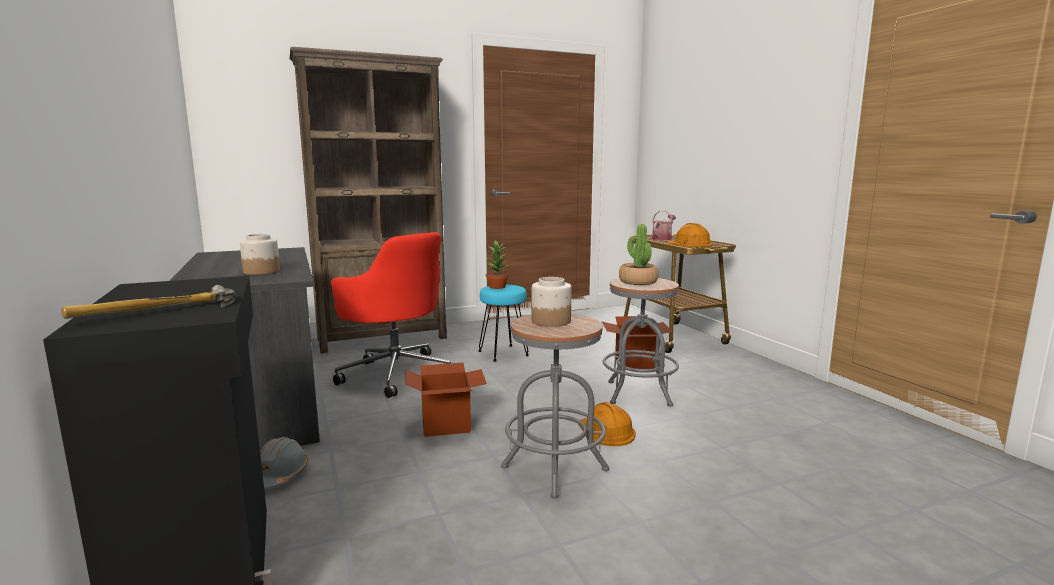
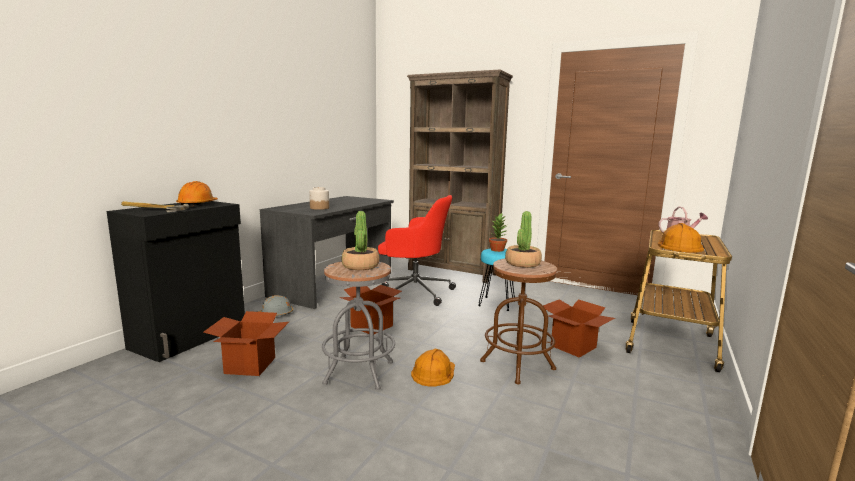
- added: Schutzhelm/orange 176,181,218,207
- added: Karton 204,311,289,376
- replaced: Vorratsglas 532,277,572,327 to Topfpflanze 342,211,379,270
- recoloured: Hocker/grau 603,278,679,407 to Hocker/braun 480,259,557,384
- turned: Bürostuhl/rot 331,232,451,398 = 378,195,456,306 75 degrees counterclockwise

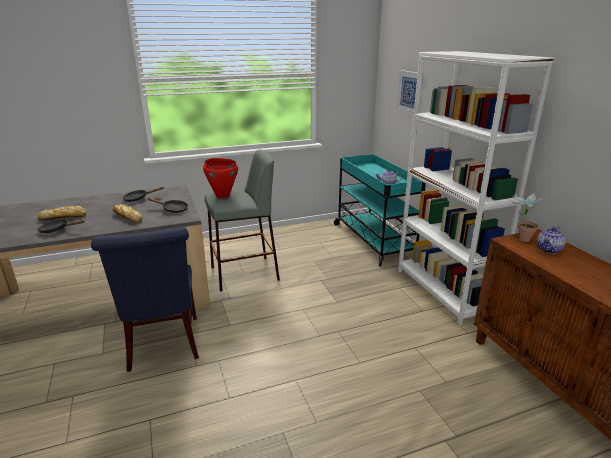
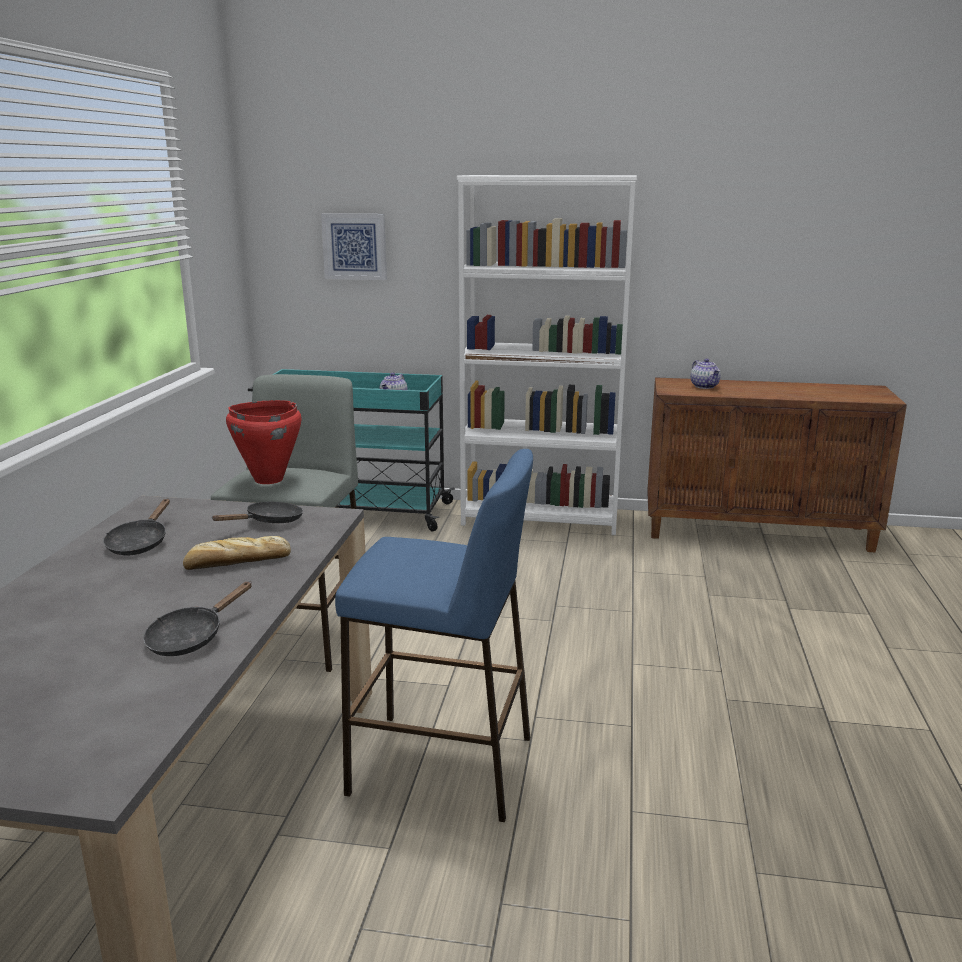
- removed: Brot 38,206,86,220
- removed: Topfpflanze 512,193,545,242
- replaced: Stuhl/blau 91,226,199,372 to Hocker/blau 335,449,533,822

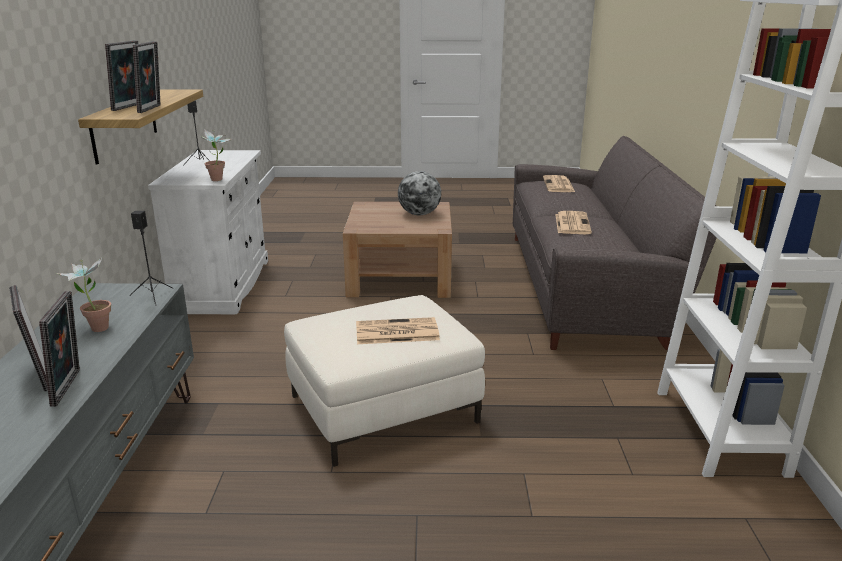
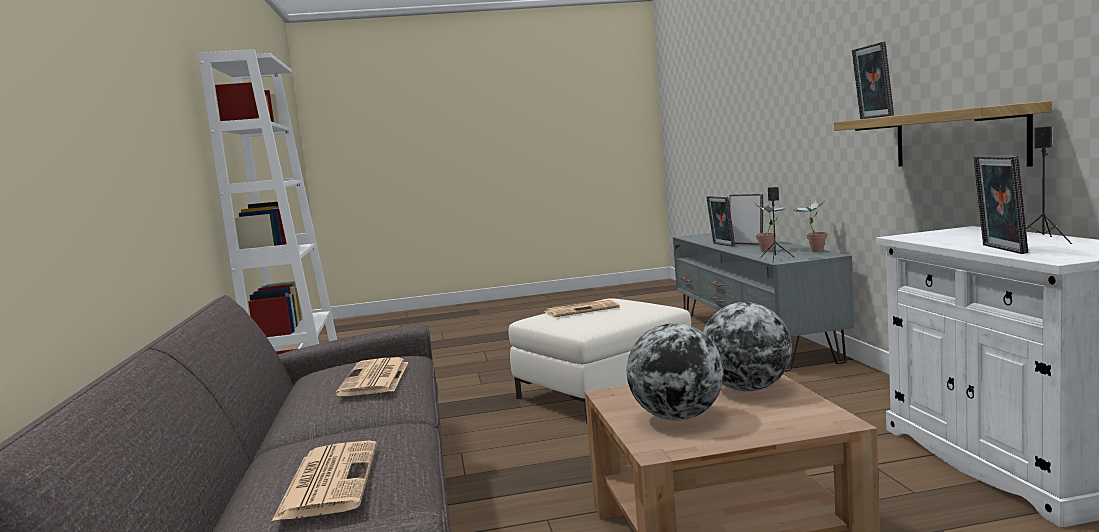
- added: Globus 703,302,792,391
- moved: Bilderrahmen 105,40,138,111 to 973,156,1028,254
- moved: Topfpflanze 199,129,231,181 to 794,199,828,252

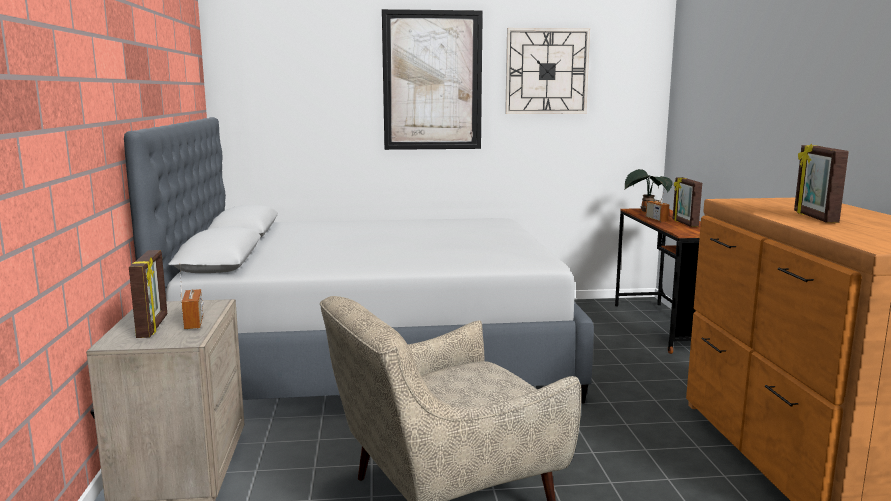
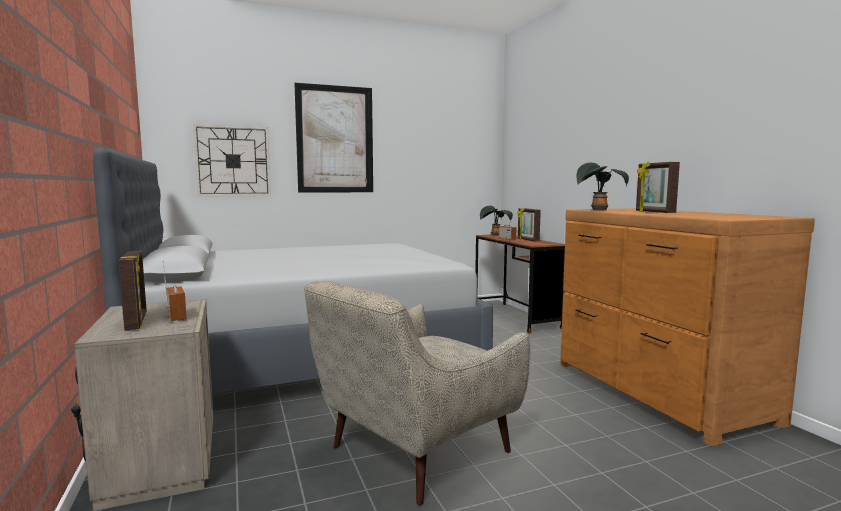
- added: Topfpflanze 576,163,629,211
- moved: Wanduhr 505,28,590,114 to 193,124,271,197

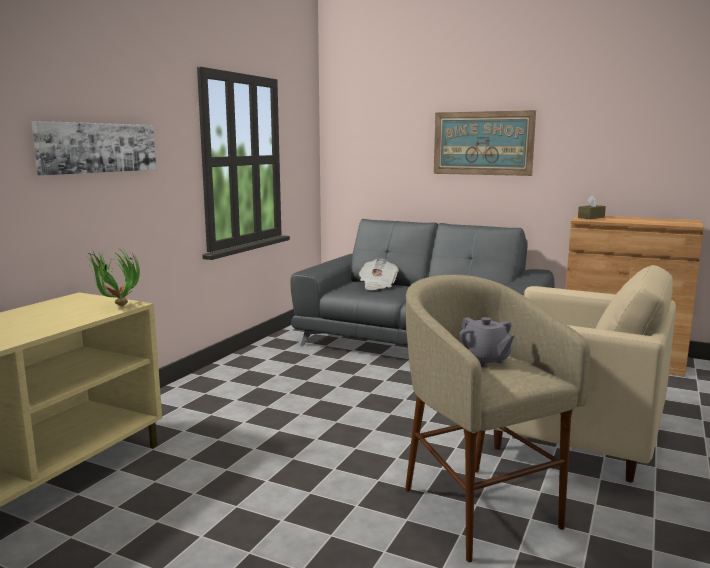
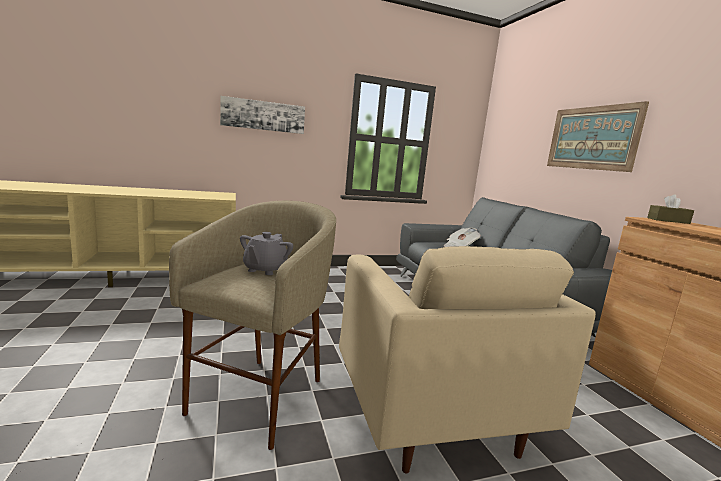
- removed: Topfpflanze 87,248,140,306

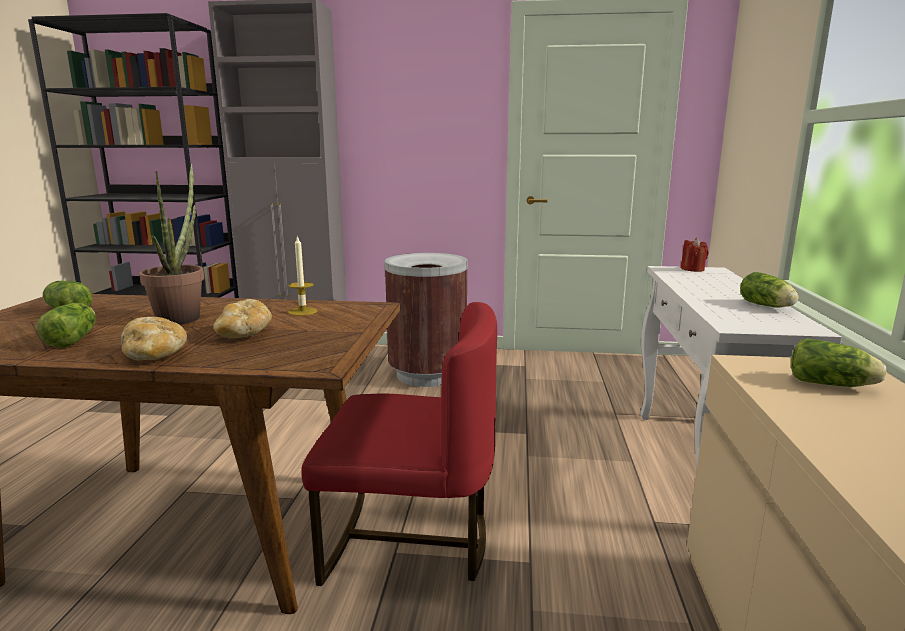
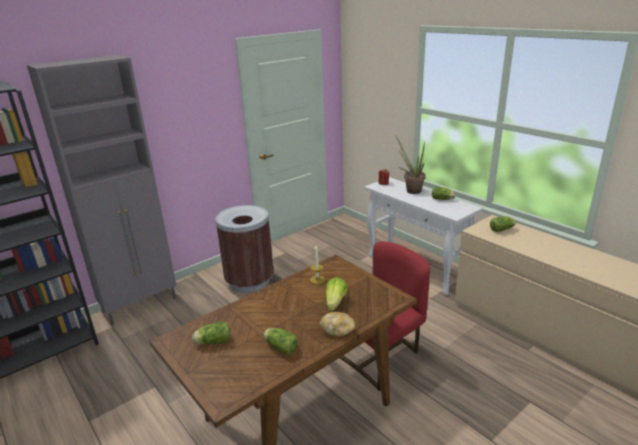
- moved: Topfpflanze 139,164,204,325 to 395,135,426,194
- replaced: Brot 213,299,272,338 to Salatkopf 326,277,348,311

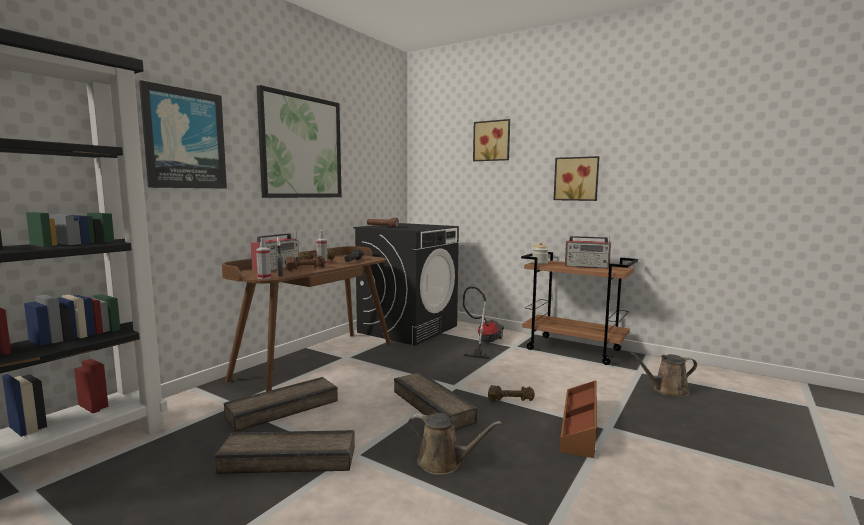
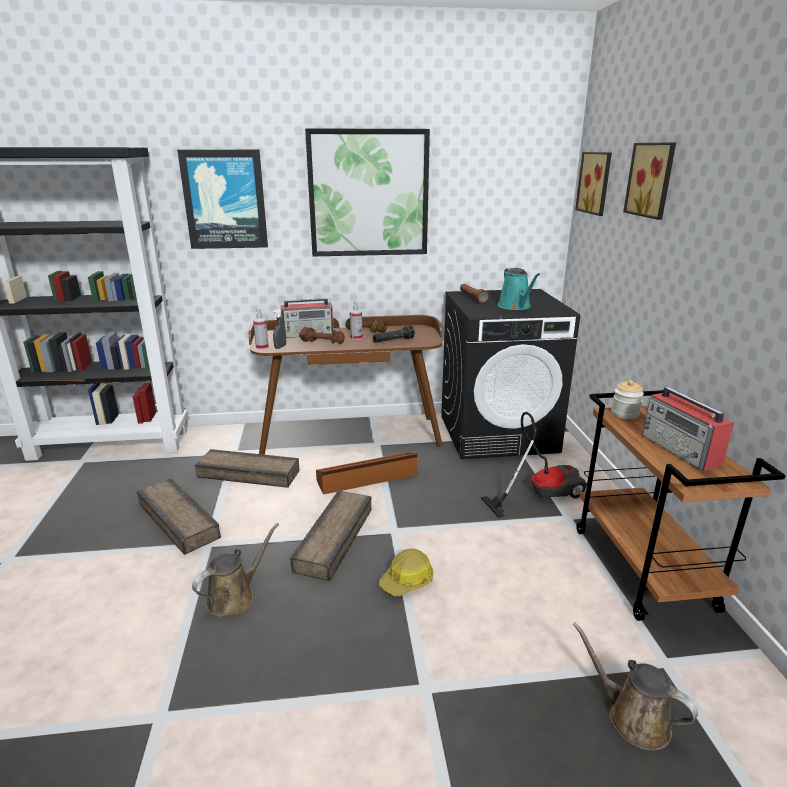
- added: Gießkanne/türkis 498,268,540,310
- moved: Bild 554,156,599,201 to 575,152,612,216
- moved: Aufbewahrungsbox/braun 560,380,597,458 to 316,452,417,495
- replaced: Hantel/braun 488,385,535,401 to Schutzhelm 379,548,433,596
- turned: Gießkanne/braun 408,413,502,475 = 192,523,279,617 120 degrees counterclockwise

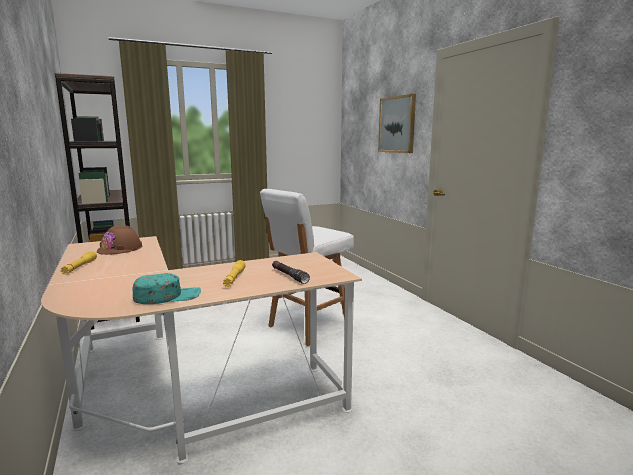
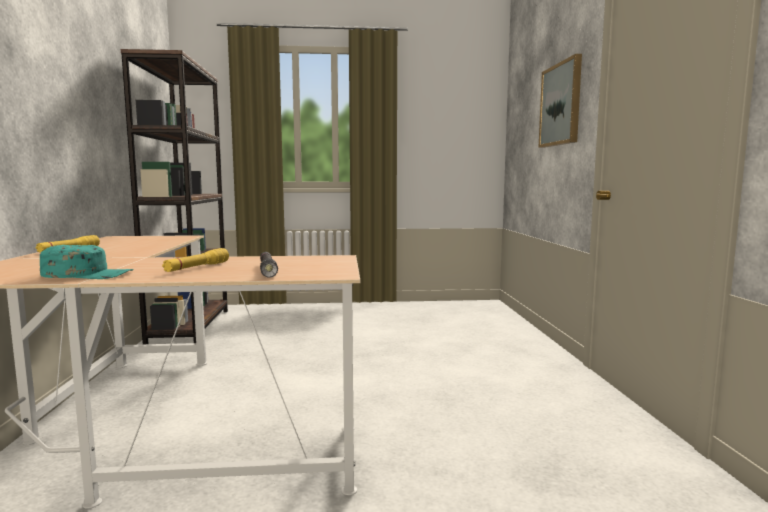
- removed: Schutzhelm/braun 97,225,142,255
- removed: Hocker/weiß 260,189,354,346

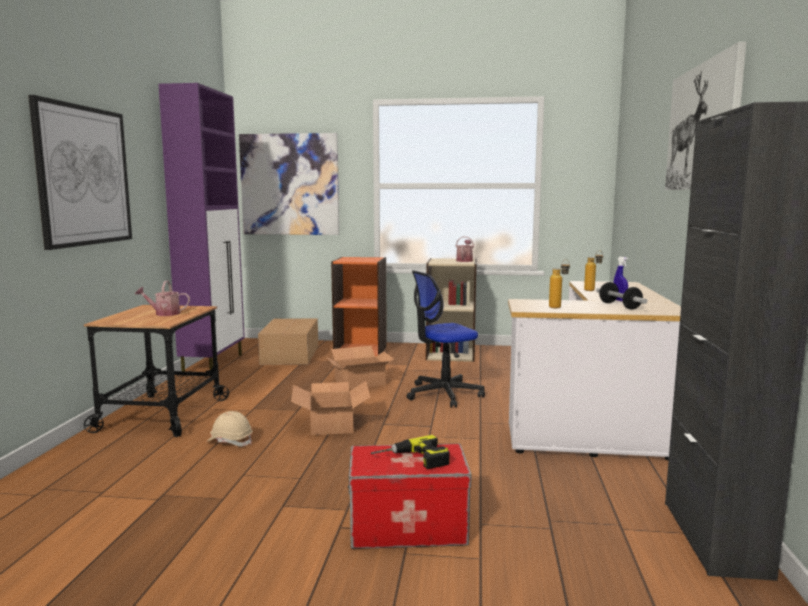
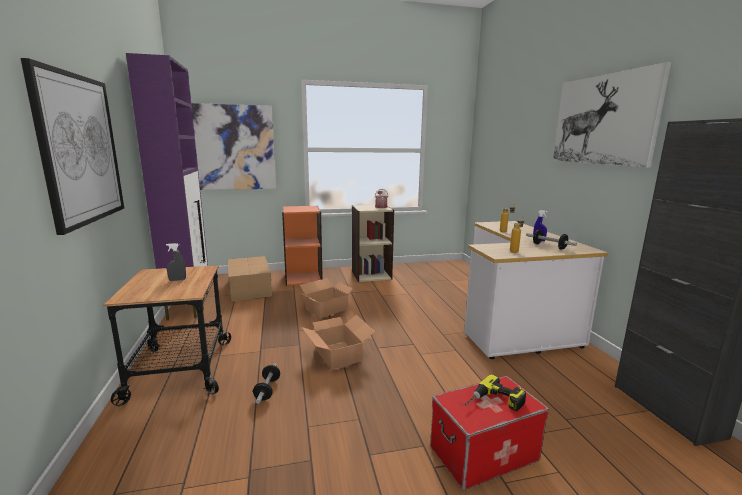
- removed: Bürostuhl 407,270,485,408
- replaced: Gießkanne 135,280,190,316 to Sprühflasche/grau 166,243,186,281
- replaced: Schutzhelm/beige 206,411,253,447 to Hantel 253,364,280,404

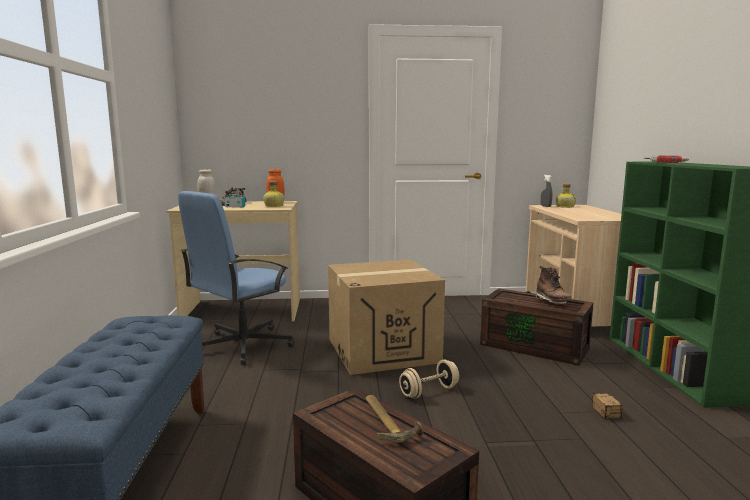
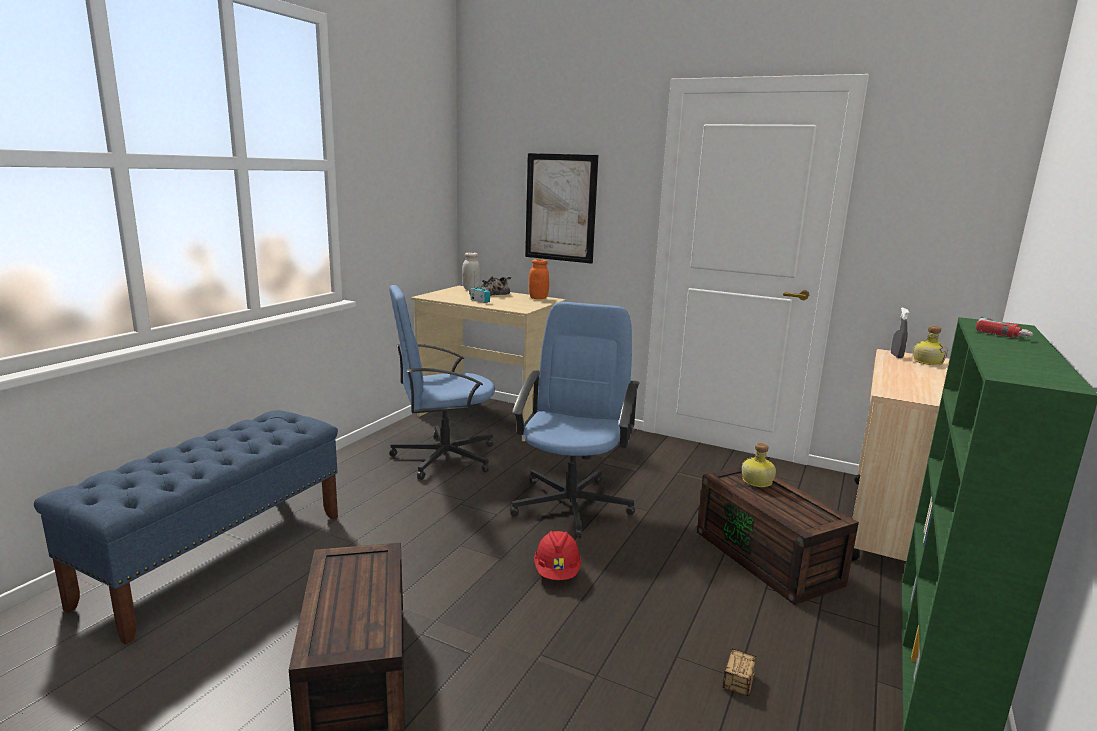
- removed: Hammer 365,395,423,443
- removed: Stiefel/braun 535,266,572,304
- added: Bild 525,153,599,264
- moved: Flasche 263,181,284,207 to 742,443,776,487
- replaced: Karton 328,259,445,375 to Bürostuhl/blau 511,302,640,538
- replaced: Hantel/beige 399,359,459,399 to Schutzhelm/rot 534,531,581,580

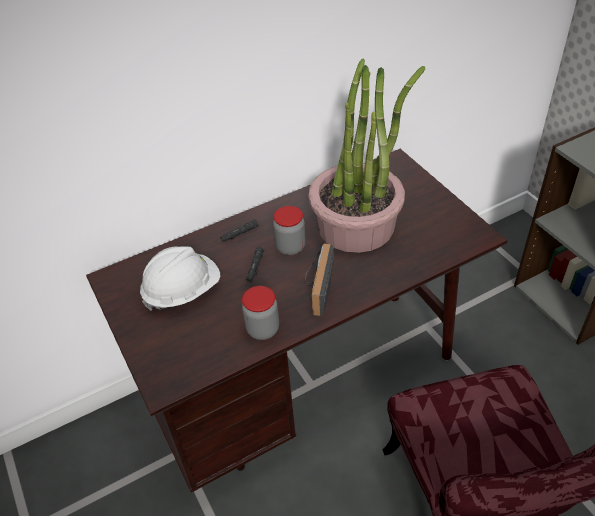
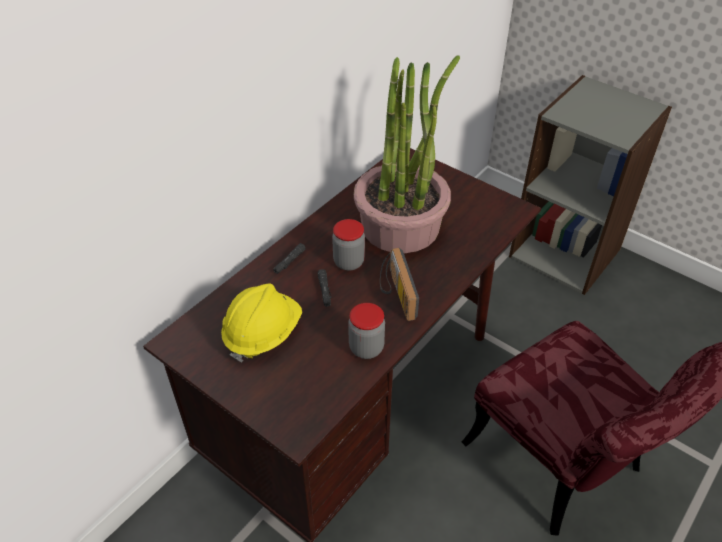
- recoloured: Schutzhelm/weiß 140,246,220,311 to Schutzhelm/gelb 221,283,302,363

